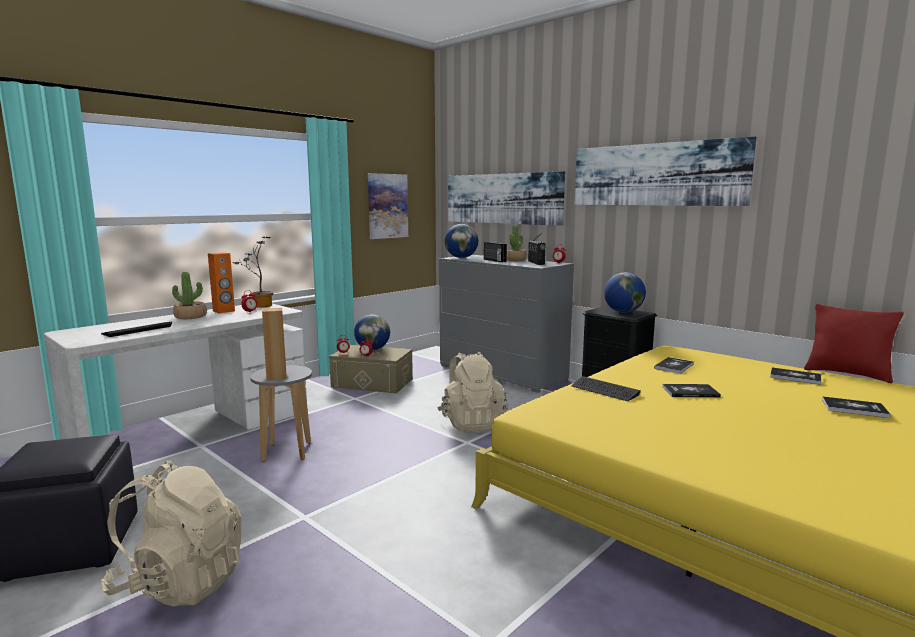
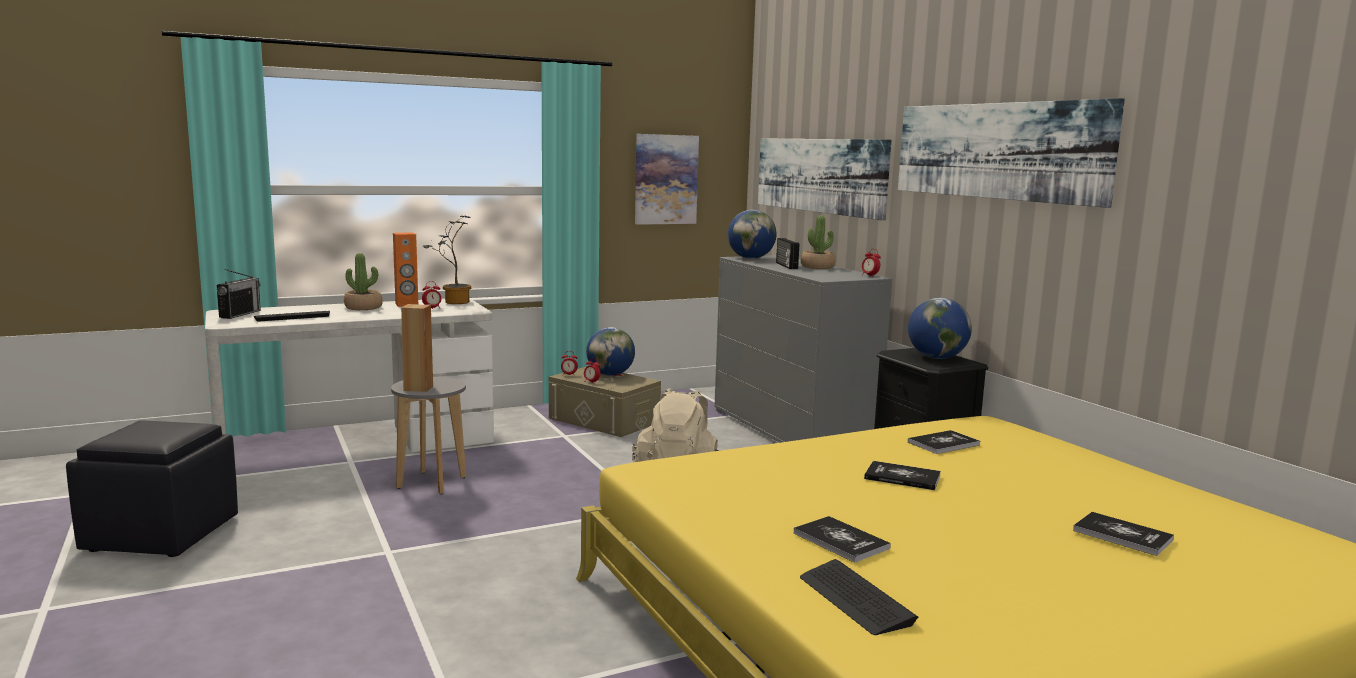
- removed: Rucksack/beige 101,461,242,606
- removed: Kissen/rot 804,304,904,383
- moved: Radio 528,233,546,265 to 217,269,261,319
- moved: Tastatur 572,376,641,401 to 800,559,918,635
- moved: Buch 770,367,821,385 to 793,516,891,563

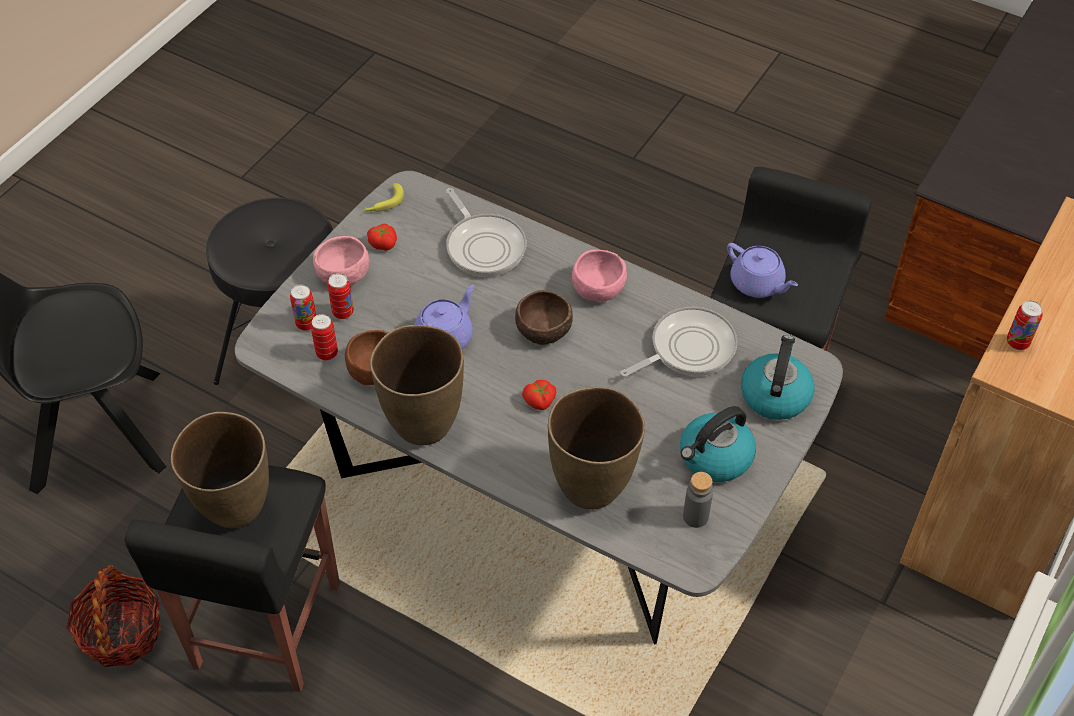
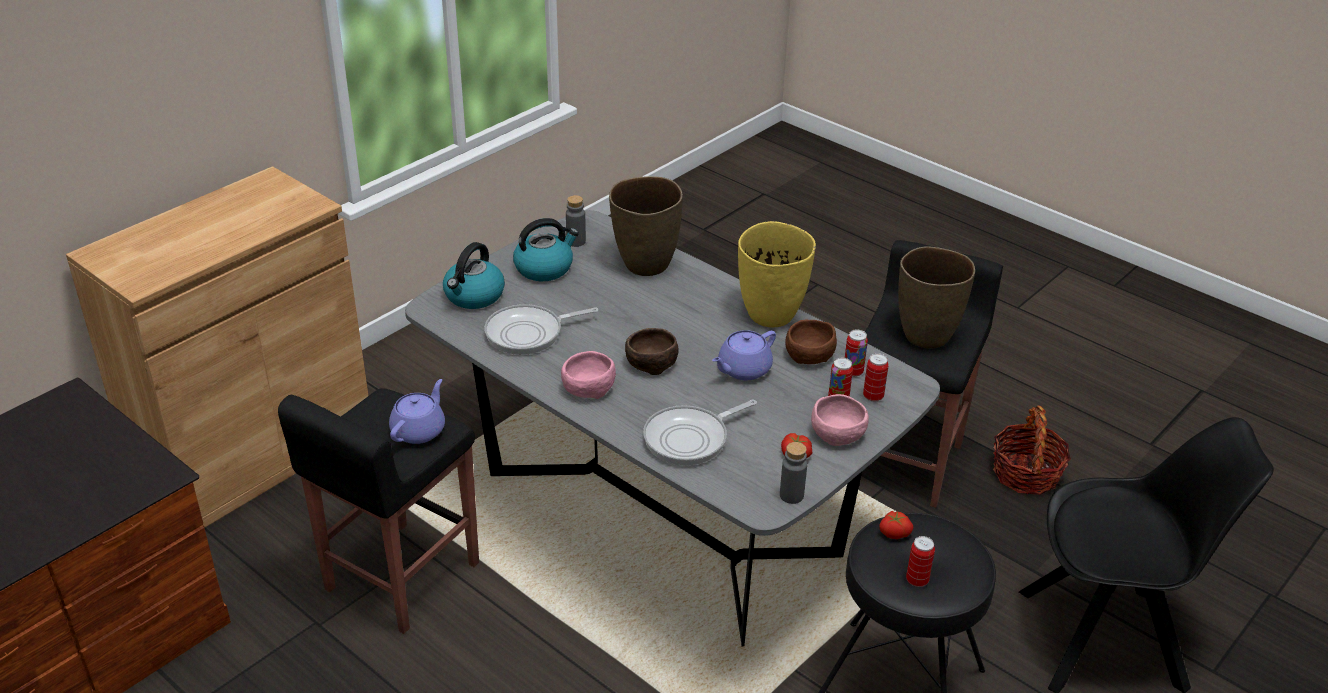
- moved: Tomate 522,380,557,410 to 880,511,913,539
- moved: Dose 1007,300,1043,350 to 906,536,935,587
- replaced: Banane 364,183,404,212 to Flasche/grau 780,442,807,504
- recoloured: Vase/braun 370,325,464,446 to Vase/gelb 738,221,816,327
- turned: Pfanne 446,188,526,277 = 643,400,757,465 105 degrees counterclockwise
- turned: Teekanne/lila 727,243,798,298 = 389,379,445,444 60 degrees clockwise

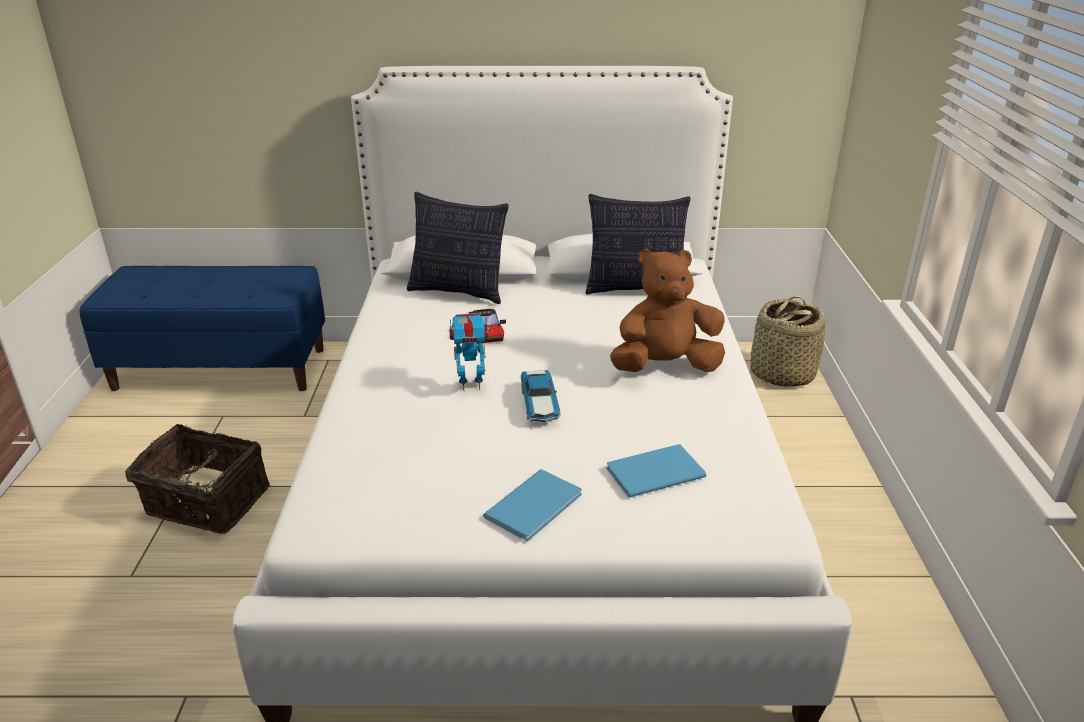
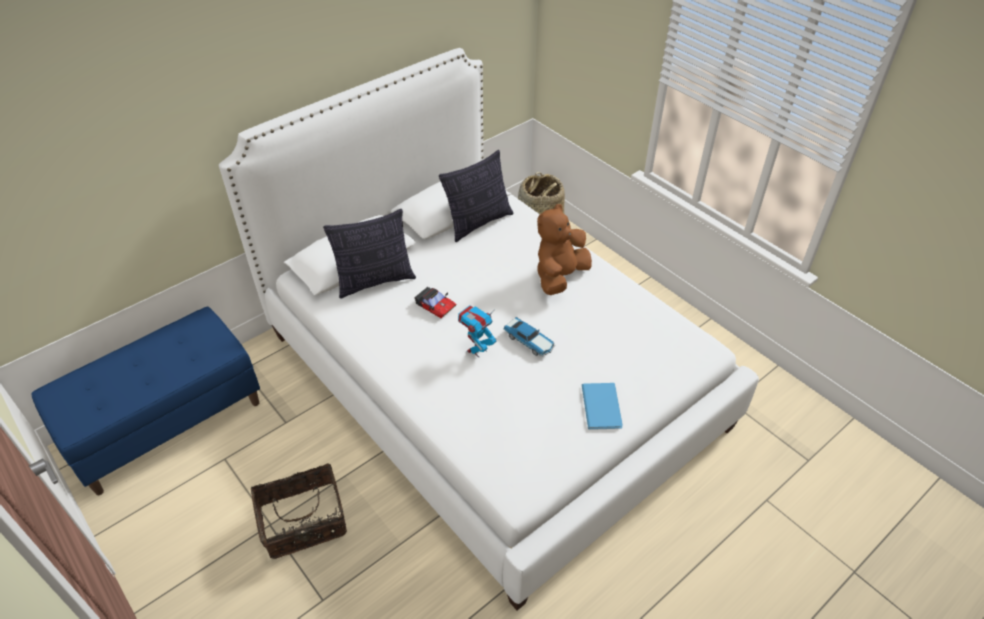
- removed: Buch/blau 607,444,706,497

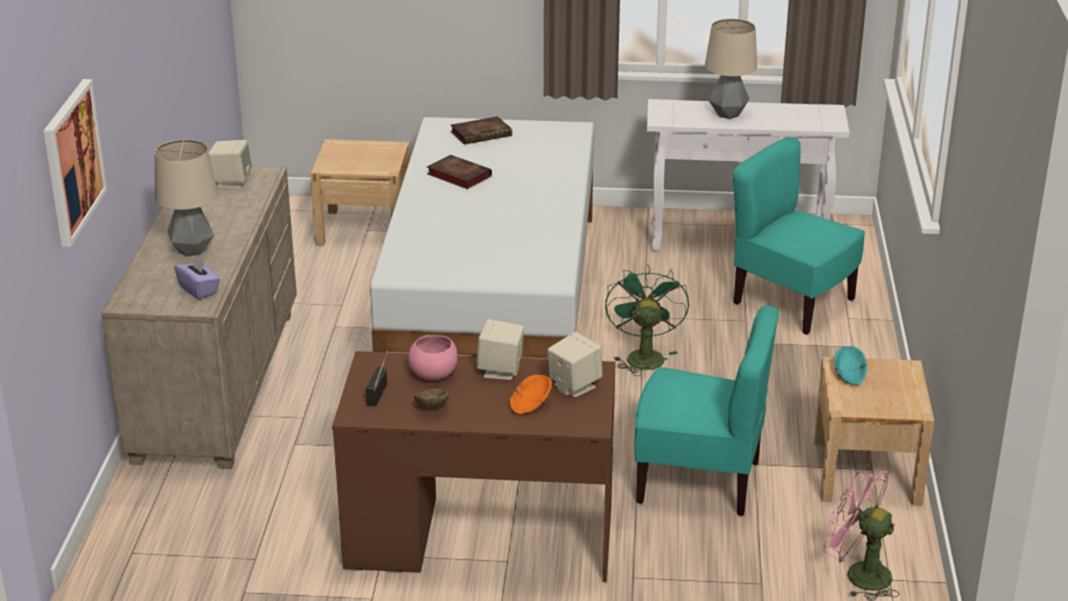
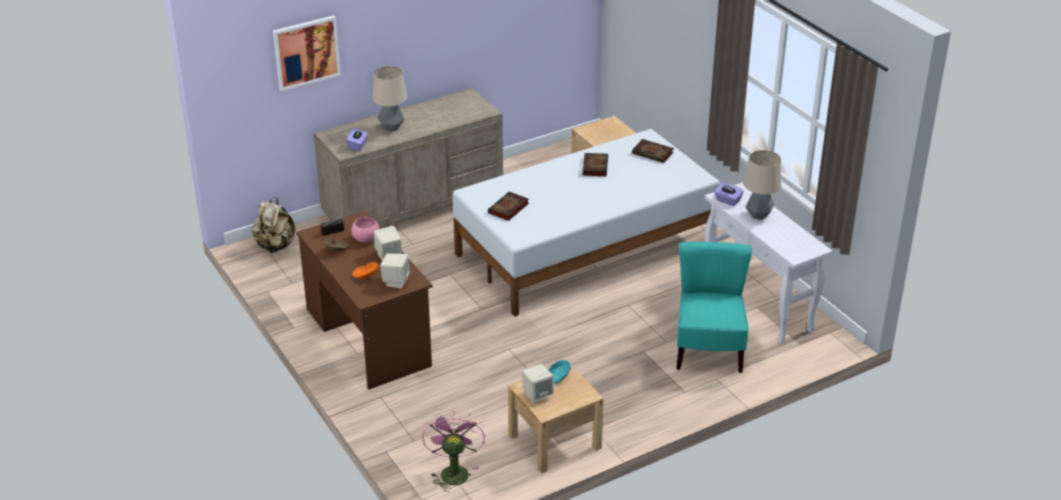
- removed: Ventilator/grün 605,264,689,376
- removed: Stuhl/türkis 634,305,779,516
- added: Rucksack/beige 251,197,295,253
- added: Buch 488,192,529,221
- added: Taschentuchbox/lila 714,183,744,206
- moved: Lautsprecher/beige 209,140,252,189 to 522,364,554,403

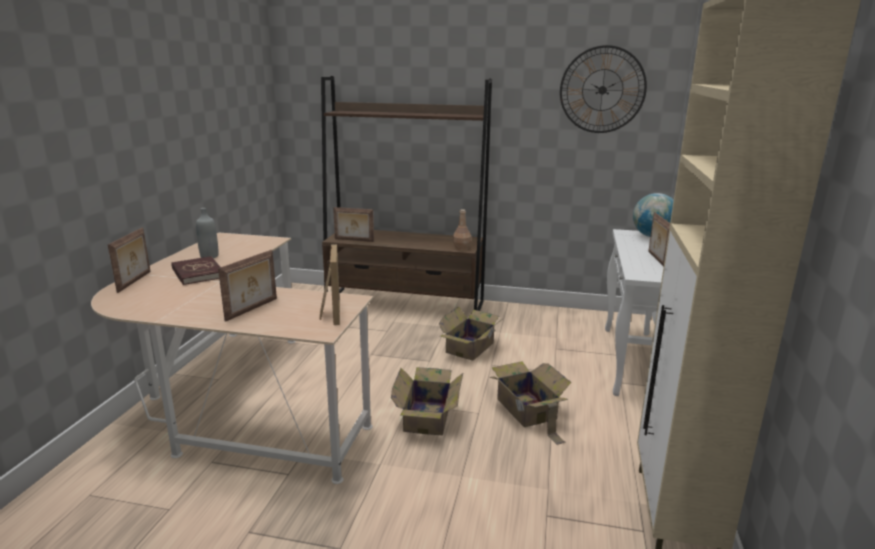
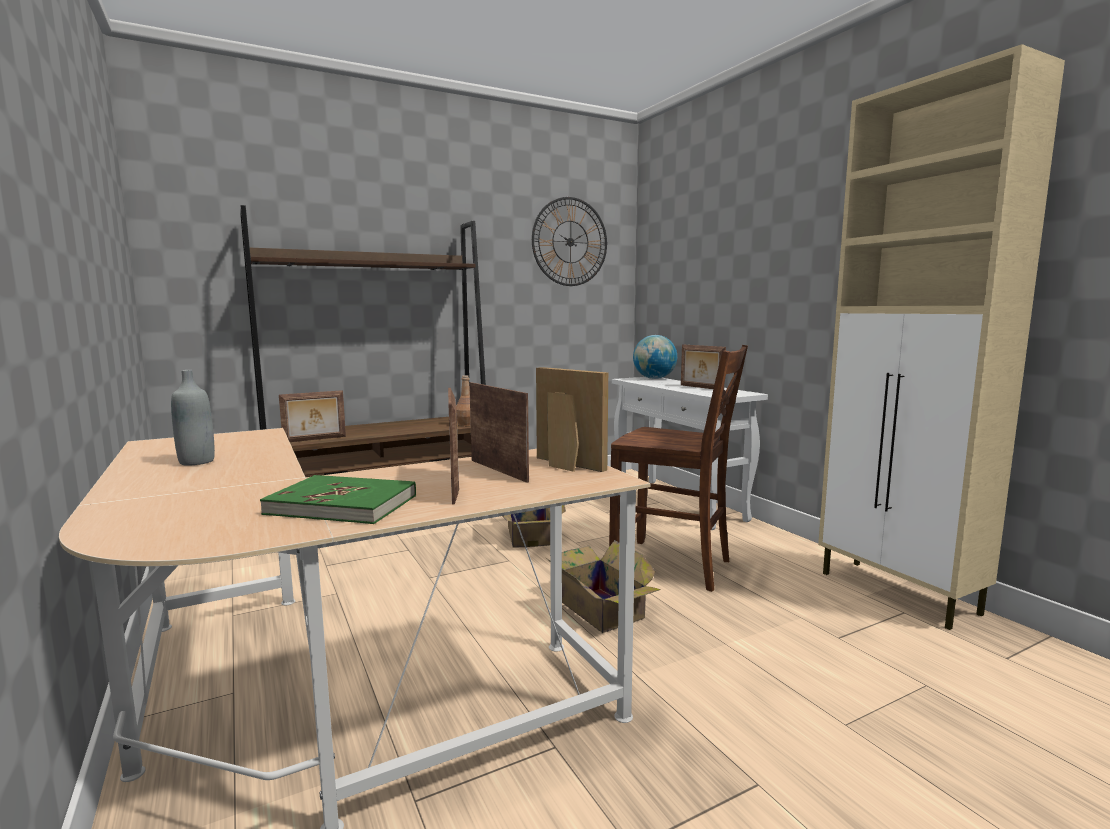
- removed: Buch/rot 171,256,220,285
- added: Buch/grün 260,475,416,524
- moved: Bilderrahmen 108,227,151,293 to 469,382,529,483
- replaced: Karton 489,361,571,445 to Stuhl/braun 609,345,748,592

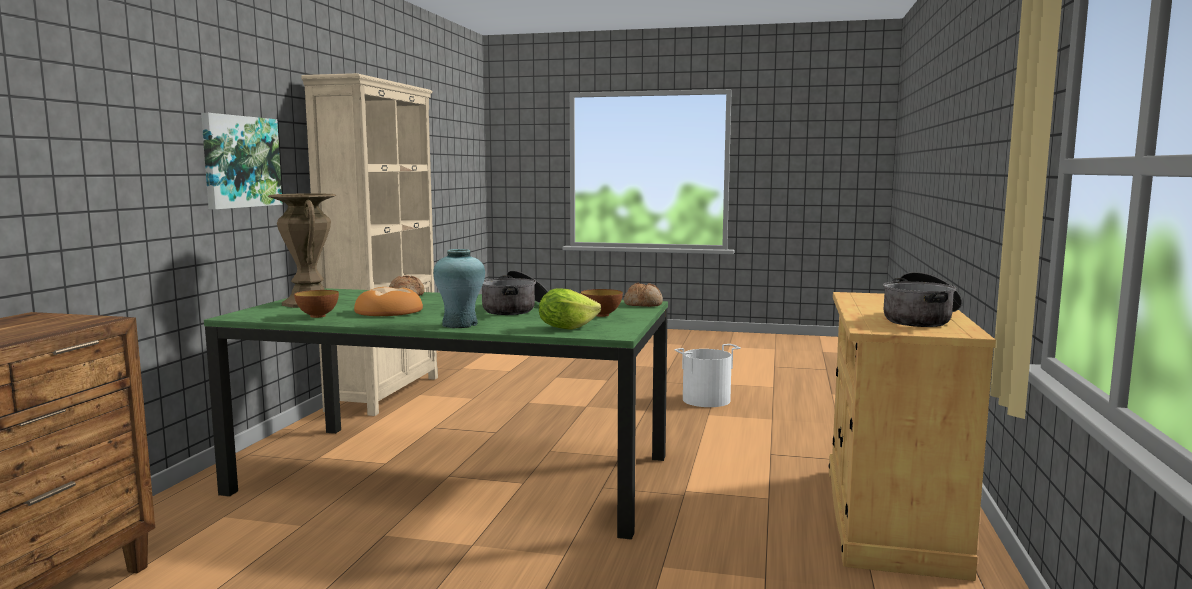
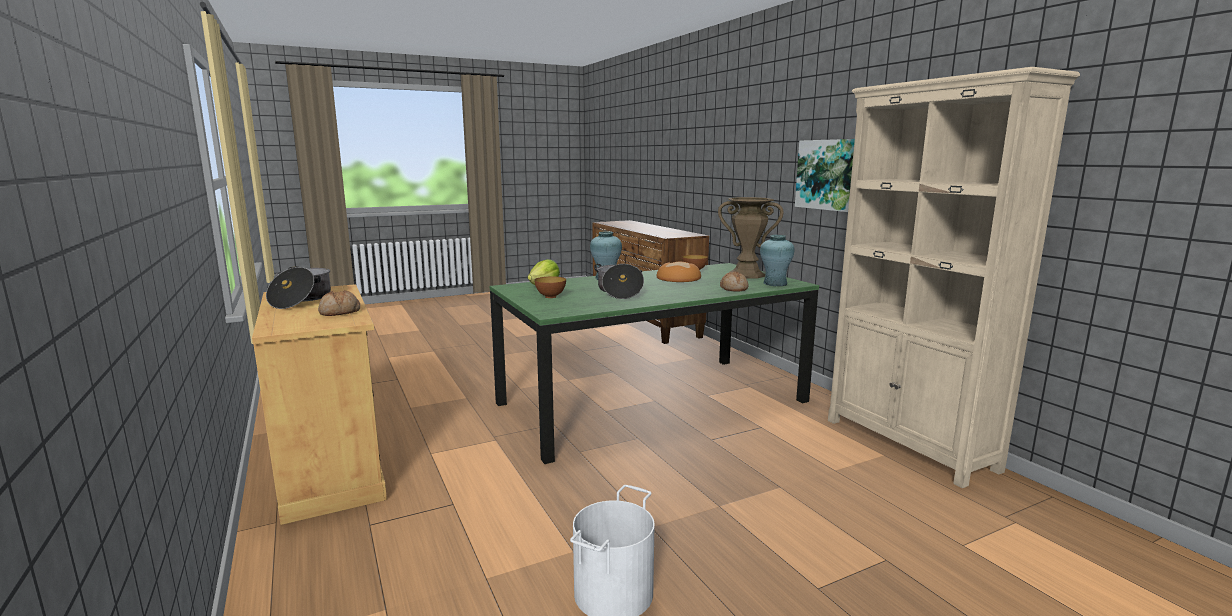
- added: Vase/türkis 760,235,795,286
- moved: Brot 624,283,663,307 to 318,291,360,316

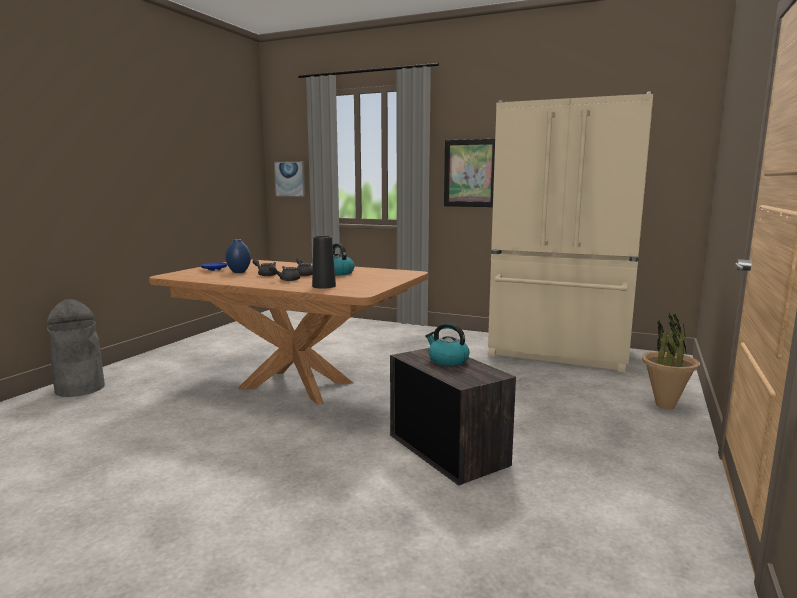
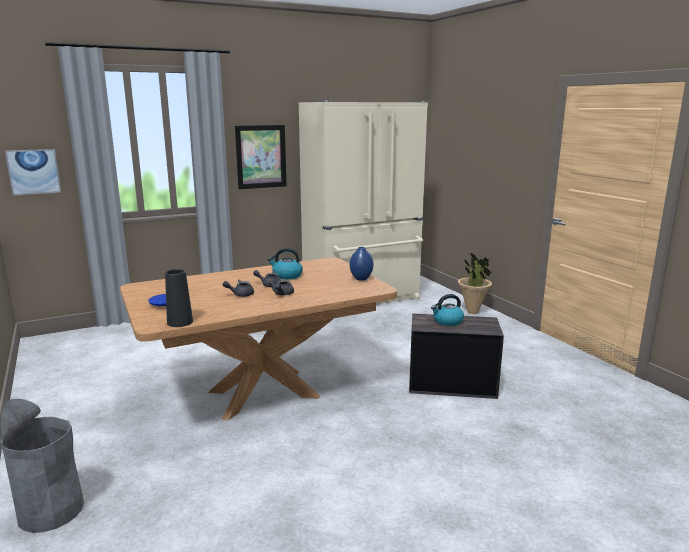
- moved: Vase/blau 226,239,251,273 to 350,247,374,281
- moved: Vase/schwarz 312,236,336,289 to 165,269,193,327

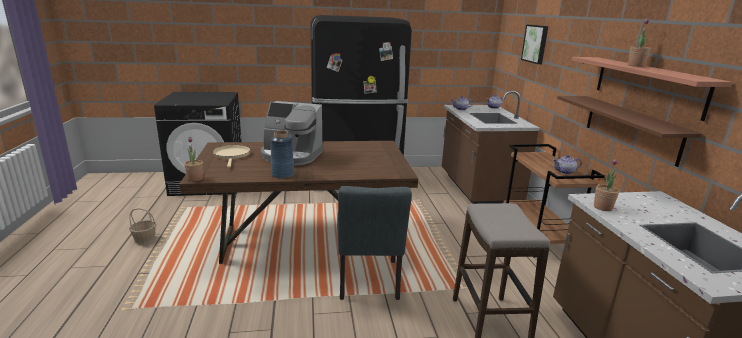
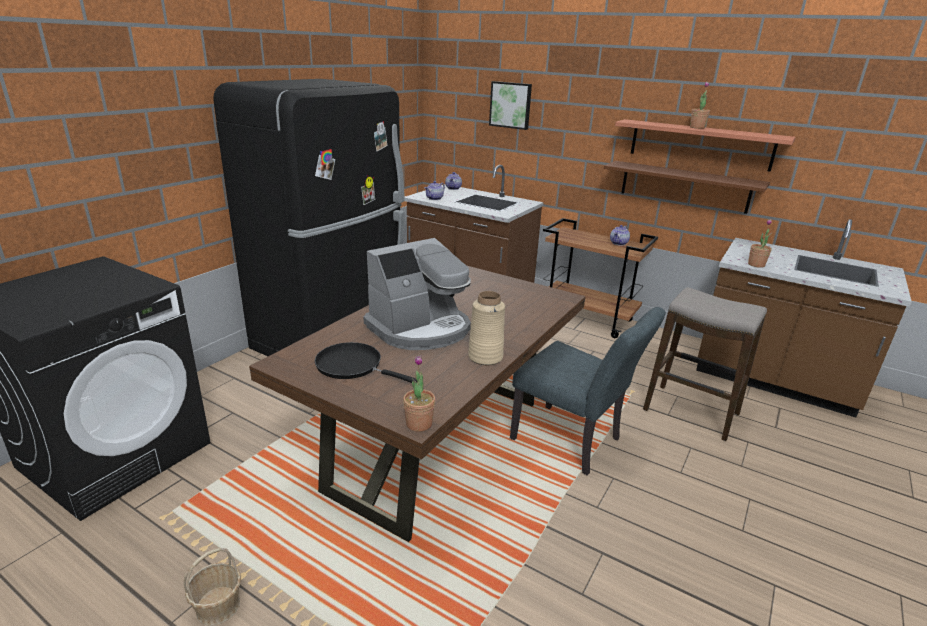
- recoloured: Pfanne/beige 213,145,251,168 to Pfanne/schwarz 315,342,417,383
- recoloured: Vase/blau 271,130,294,179 to Vase/beige 468,291,505,365

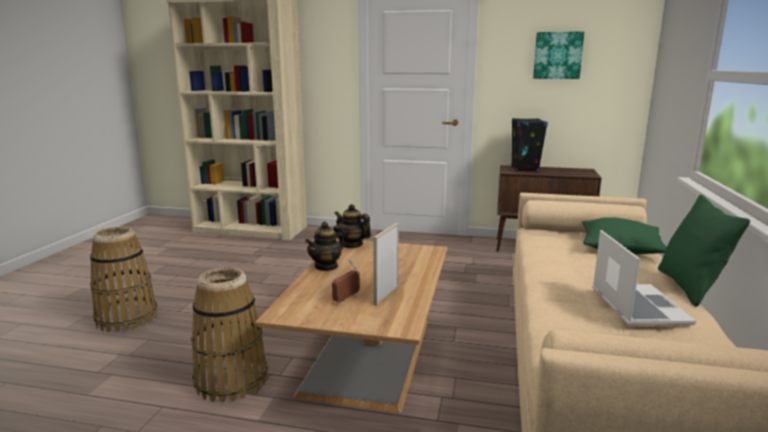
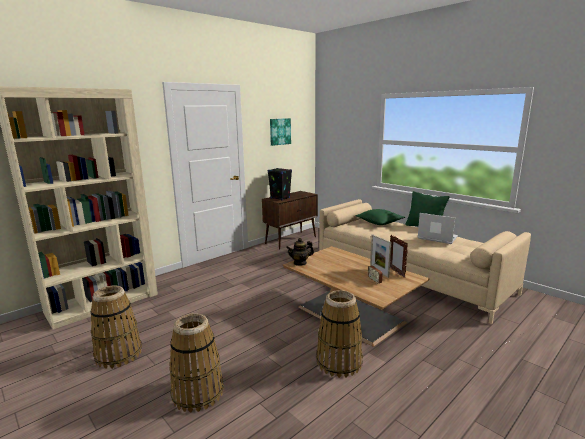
- removed: Teekanne 305,221,344,271
- added: Korb 91,286,142,369
- added: Bilderrahmen 390,235,408,278

